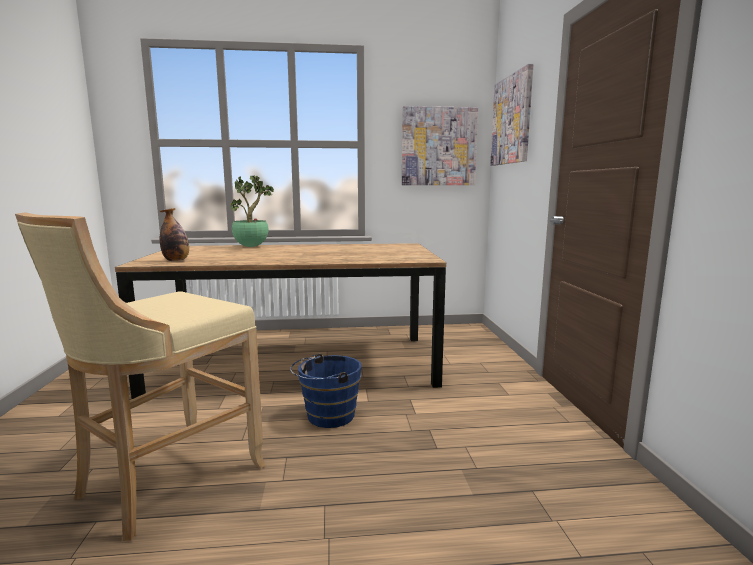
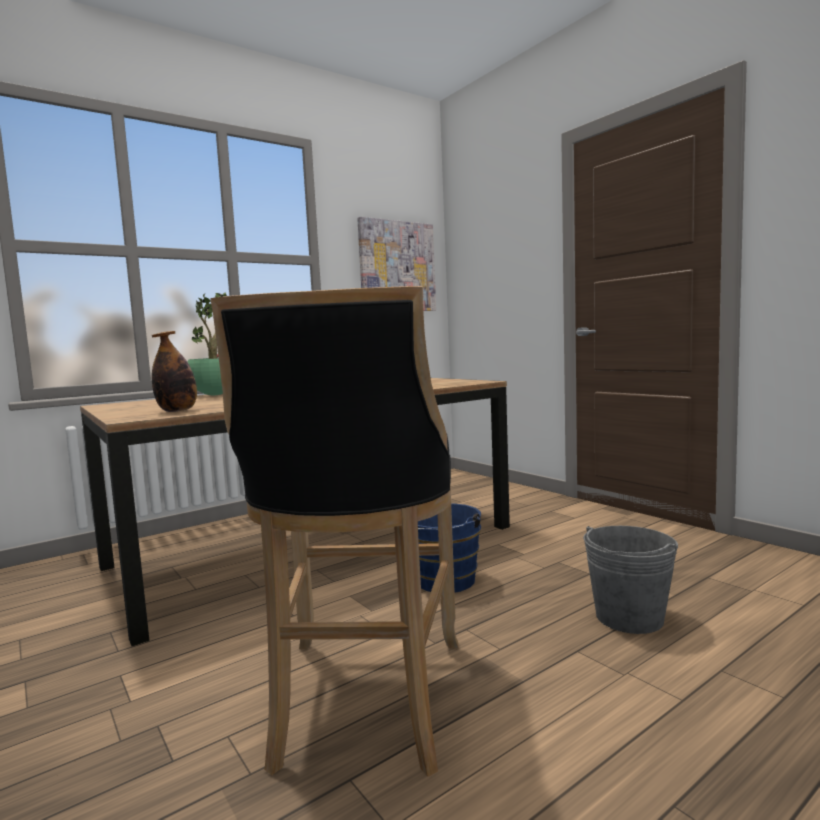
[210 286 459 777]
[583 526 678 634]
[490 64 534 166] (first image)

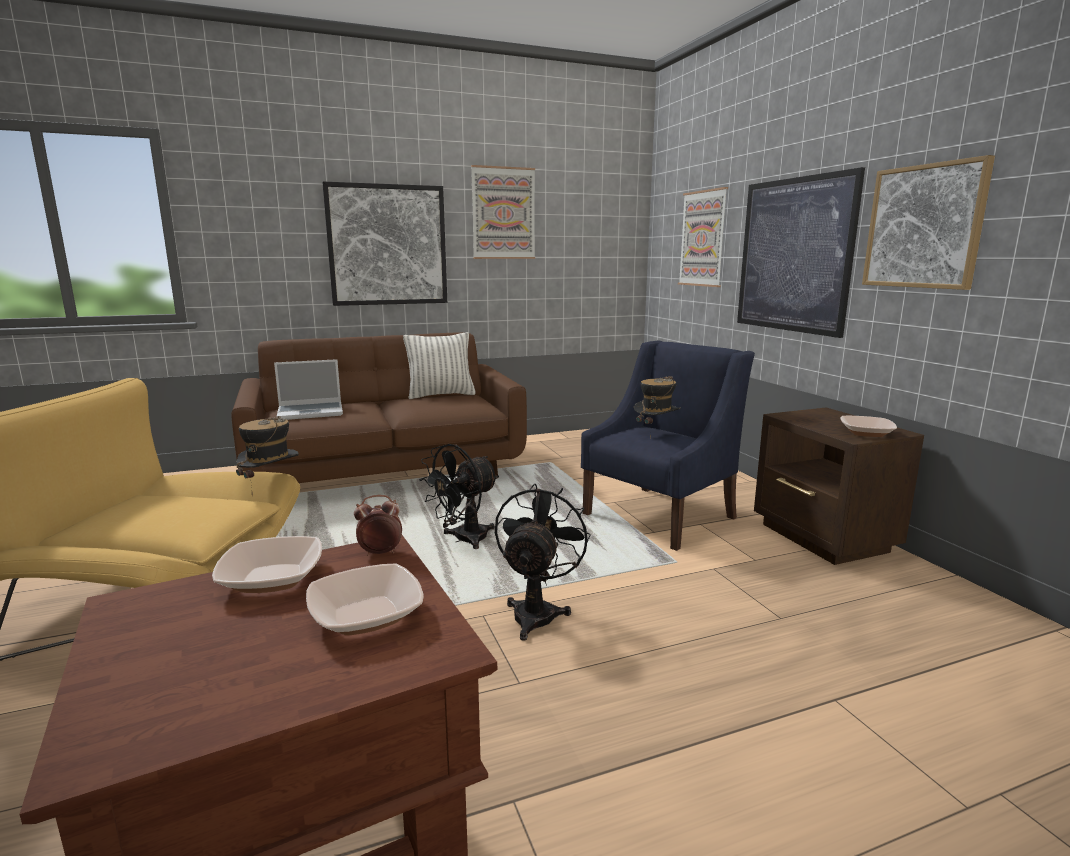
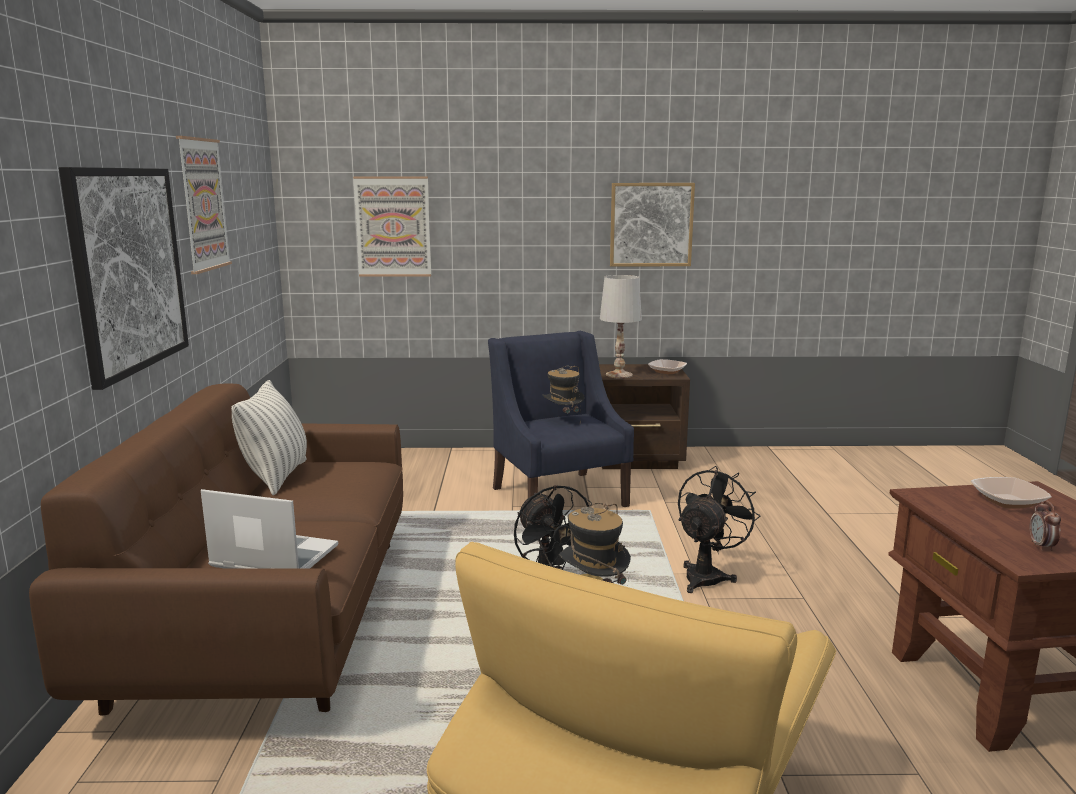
[201 489 338 569]
[600 275 642 379]
[678 466 760 593]
[1029 500 1061 551]
[212 536 322 593] (first image)
[737 167 865 338] (first image)

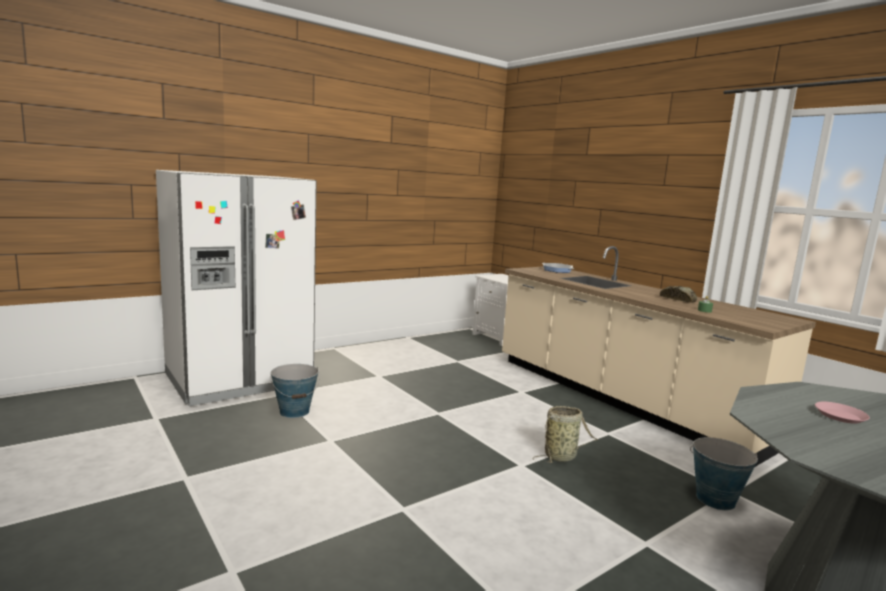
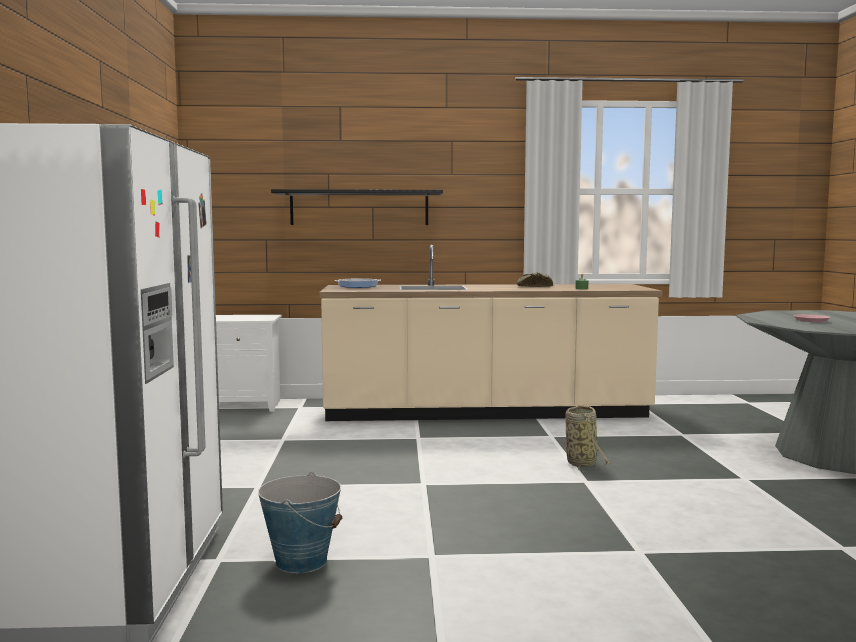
[271 189 443 225]
[690 437 758 510] (first image)

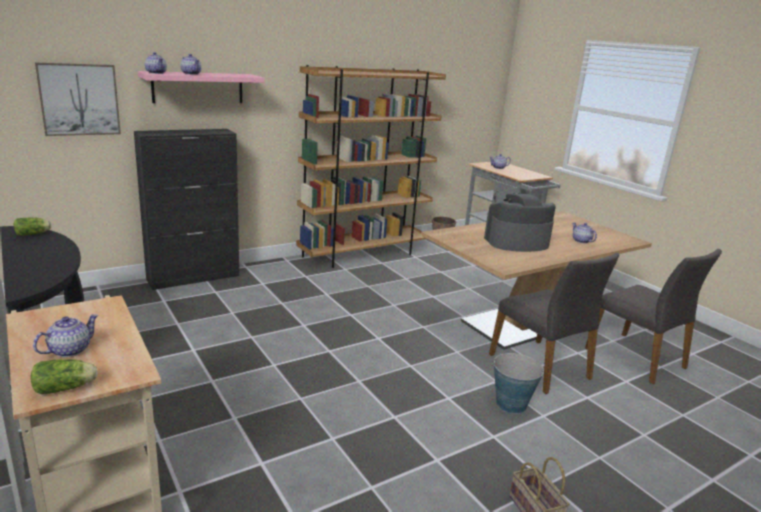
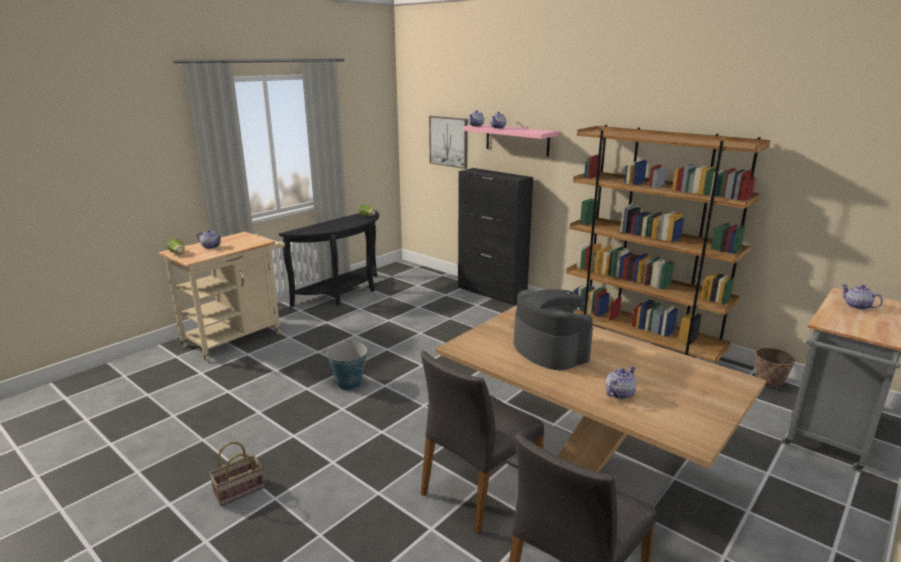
[327 340 368 390]

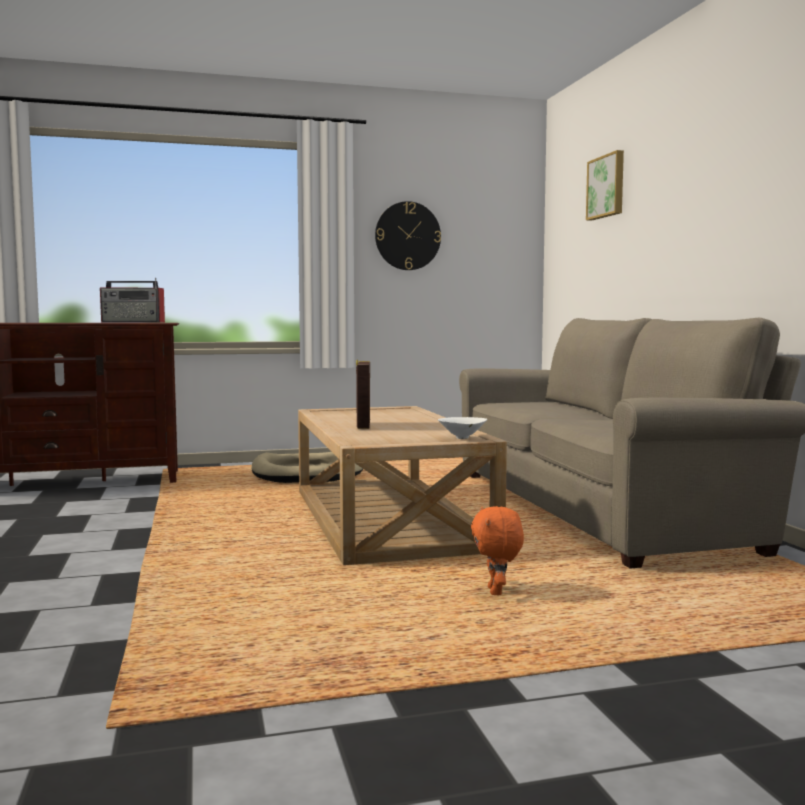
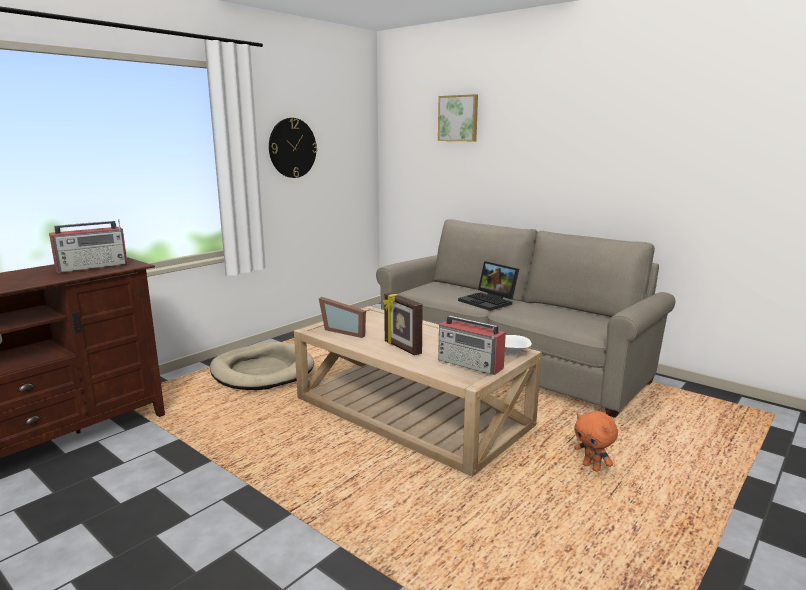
[319 297 366 338]
[438 316 506 375]
[458 261 519 311]

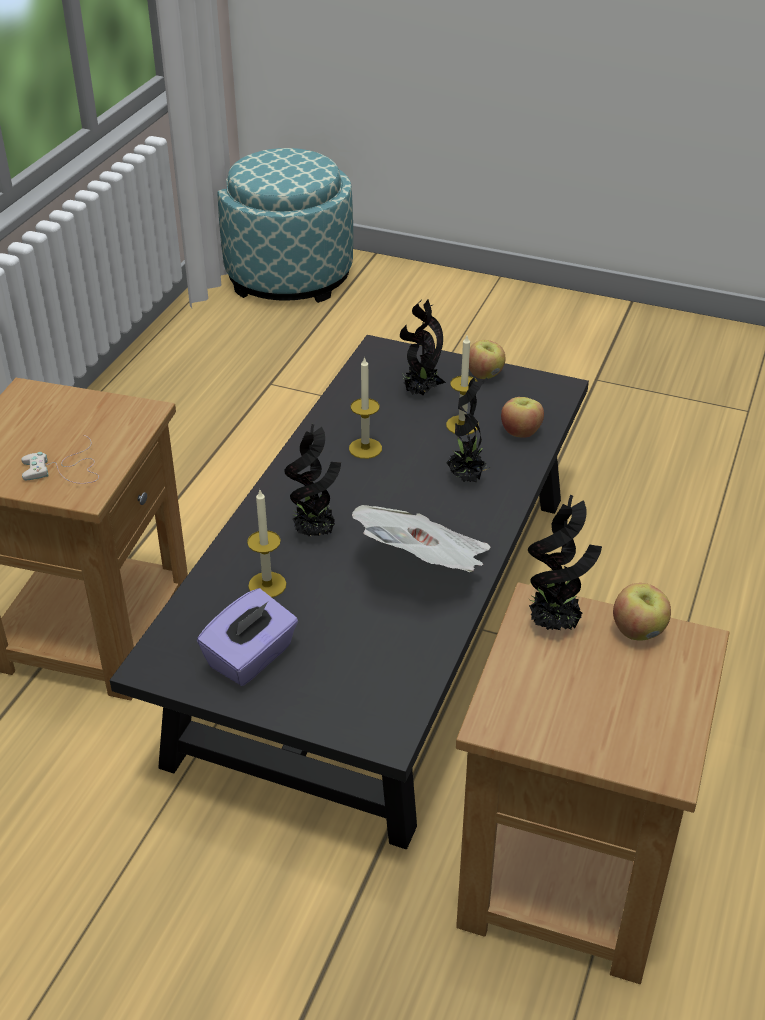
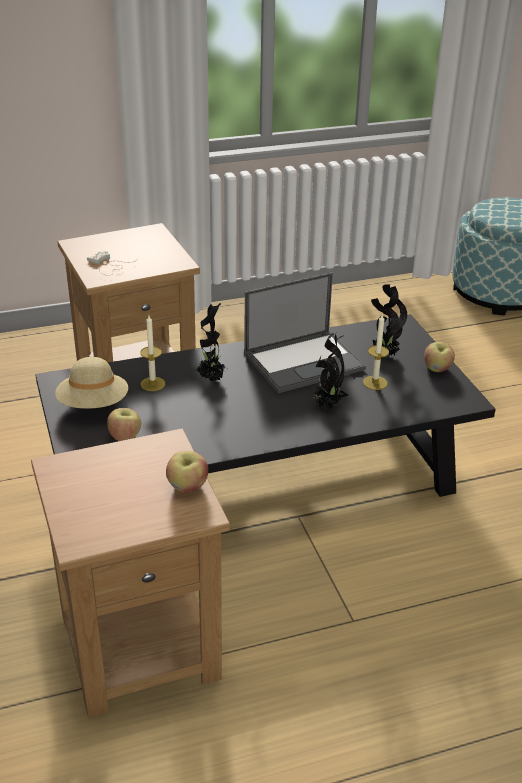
[55 357 128 409]
[107 408 141 441]
[244 273 366 393]
[352 505 491 572] (first image)
[528 494 602 630] (first image)

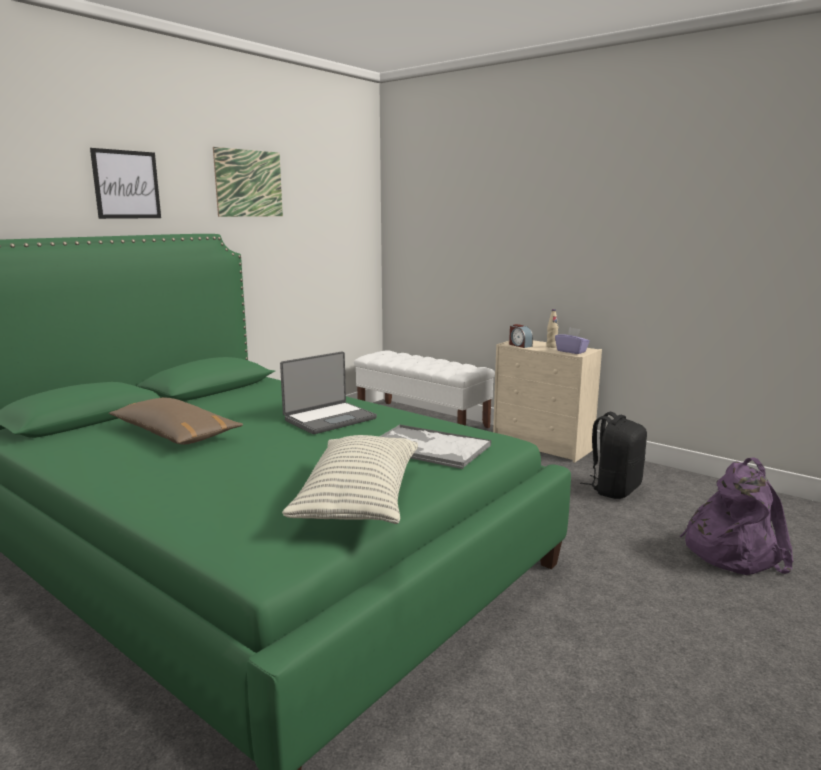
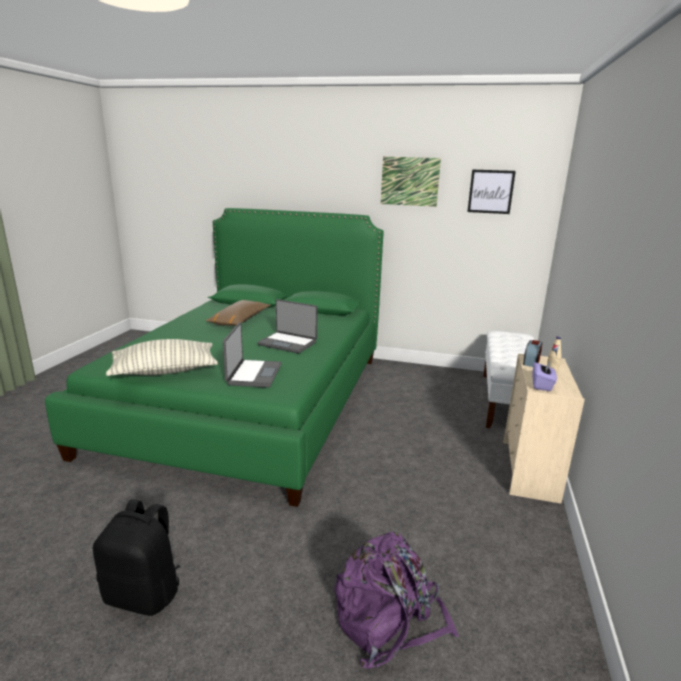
[93 499 180 616]
[223 322 282 388]
[467 170 516 214]

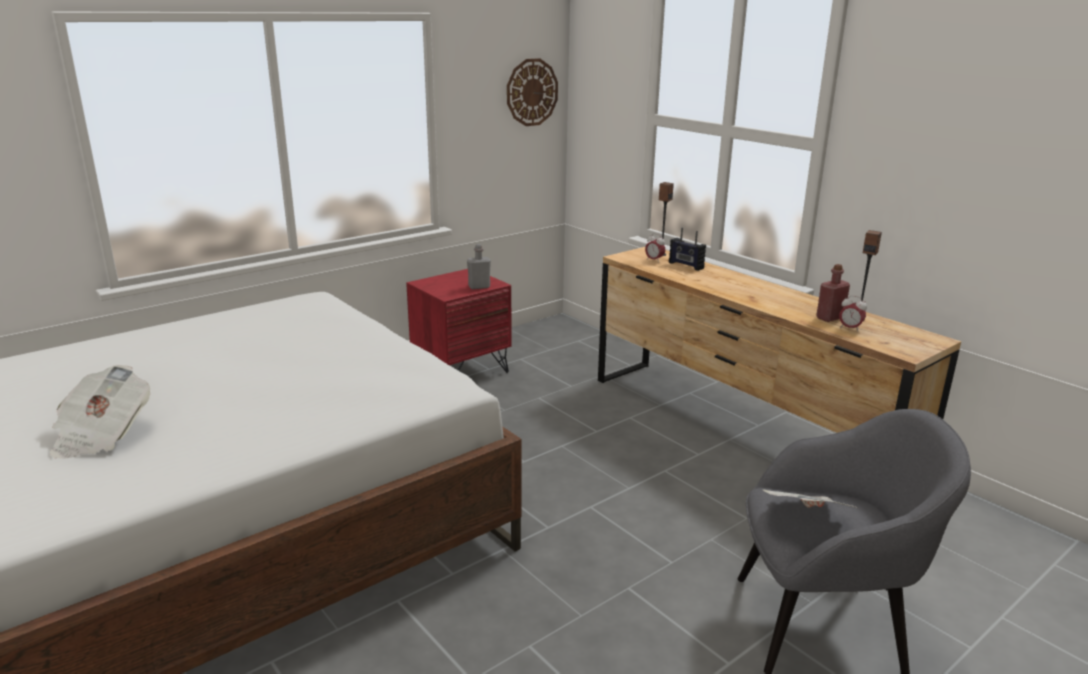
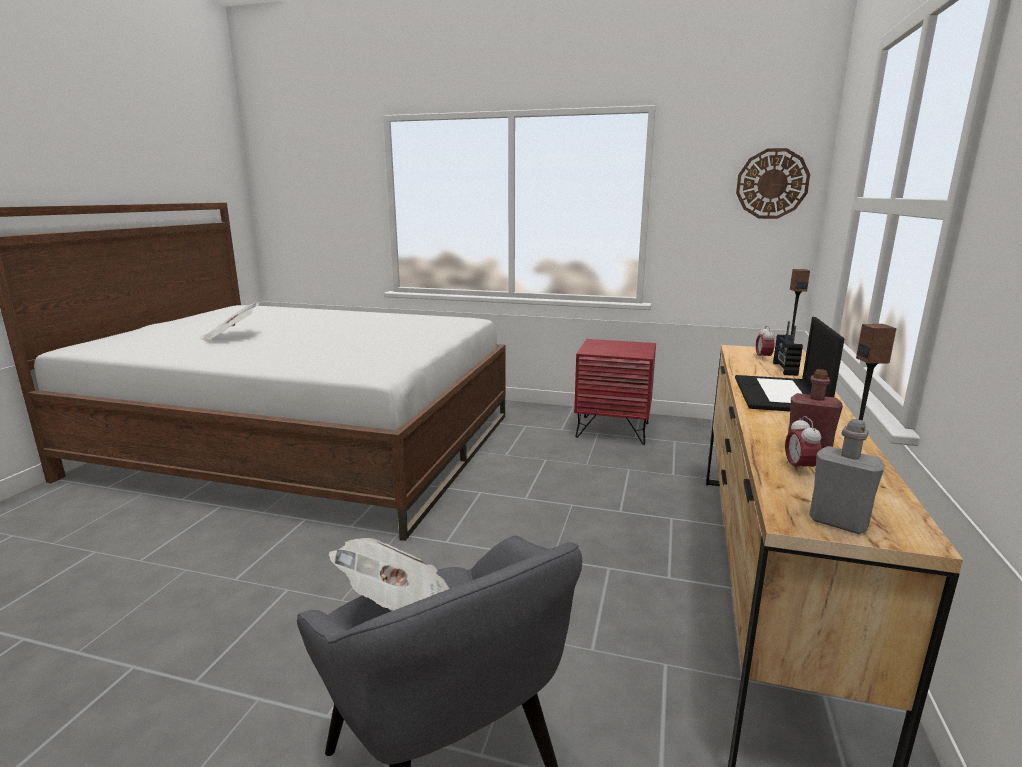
[735 317 844 412]
[809 419 885 534]

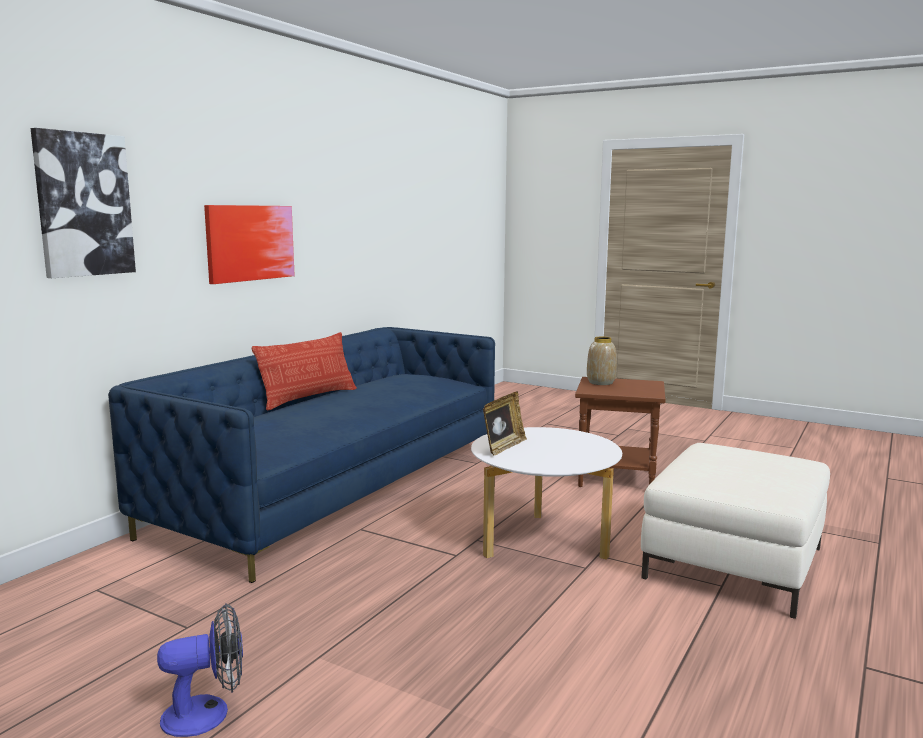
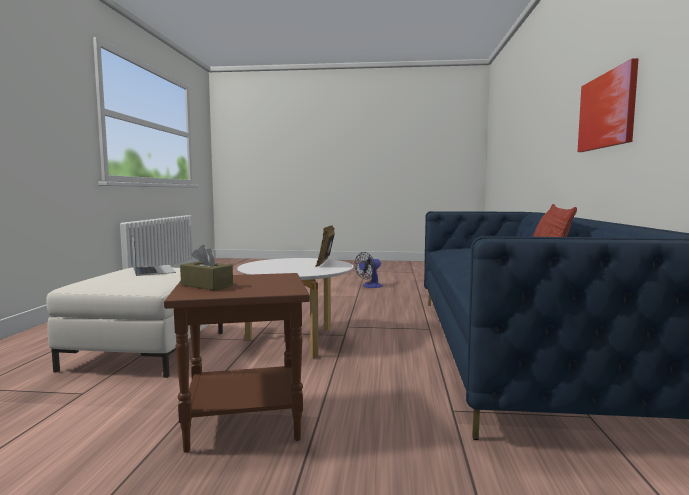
[132 237 176 276]
[180 245 233 290]
[30 128 136 278] (first image)
[587 337 617 385] (first image)

